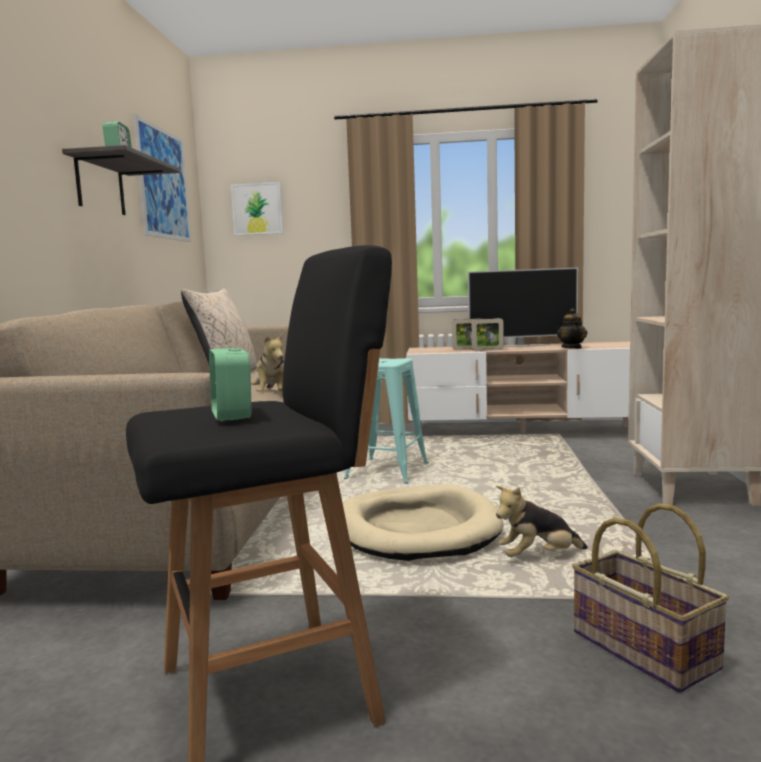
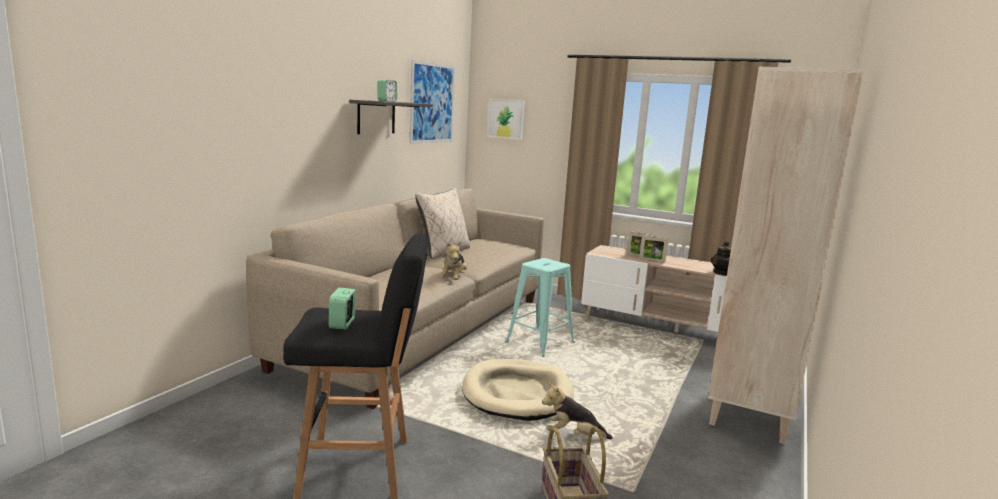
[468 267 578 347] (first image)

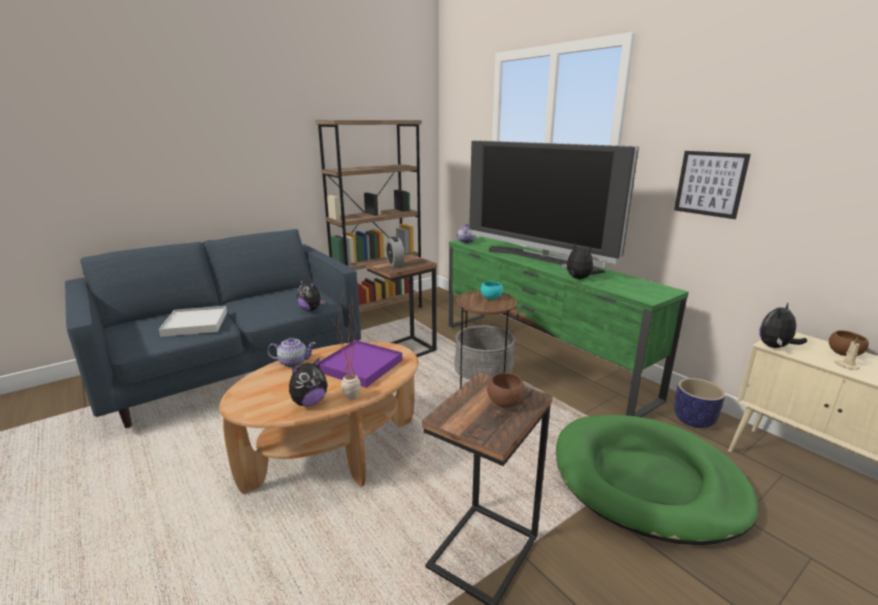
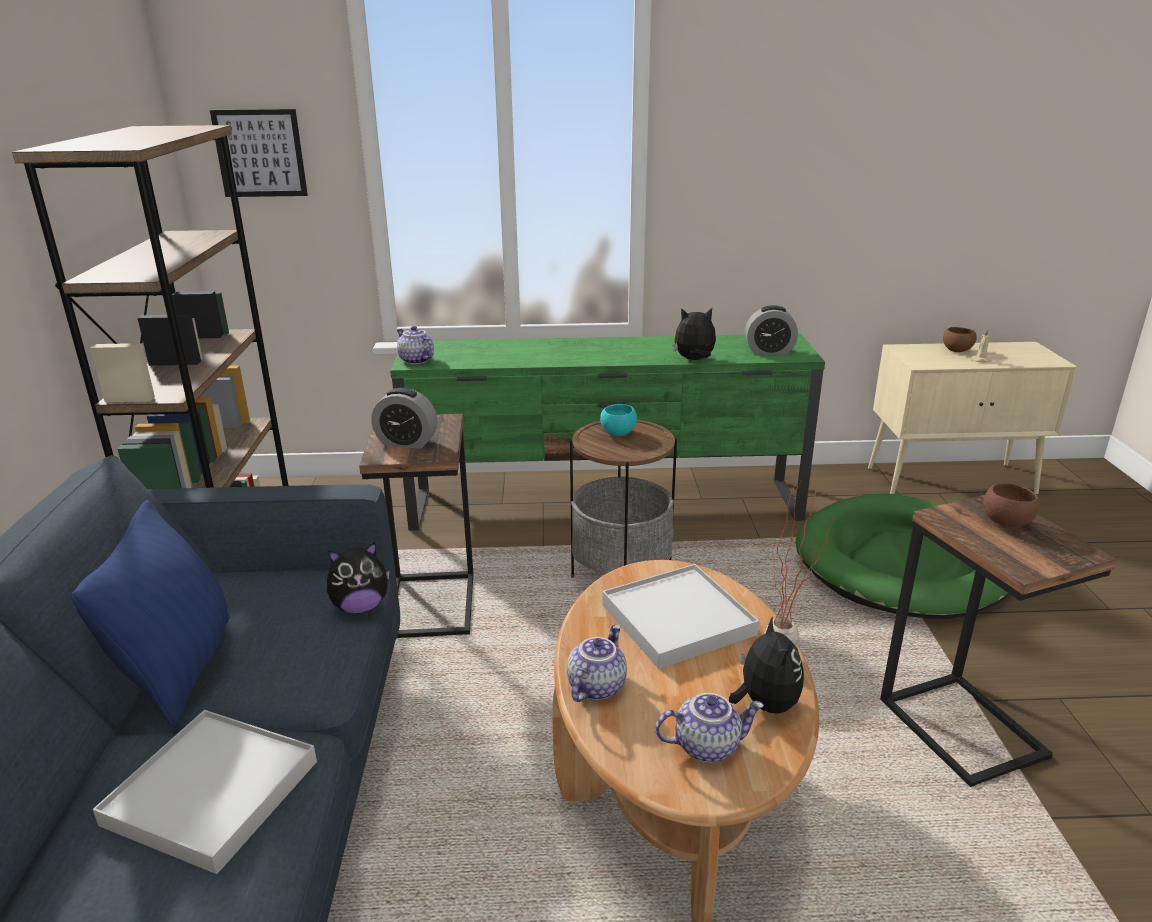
[71 500 230 727]
[210 109 308 197]
[602 564 759 669]
[655 693 764 763]
[745 305 798 354]
[469 141 639 275] (first image)
[674 378 725 428] (first image)
[759 302 807 348] (first image)

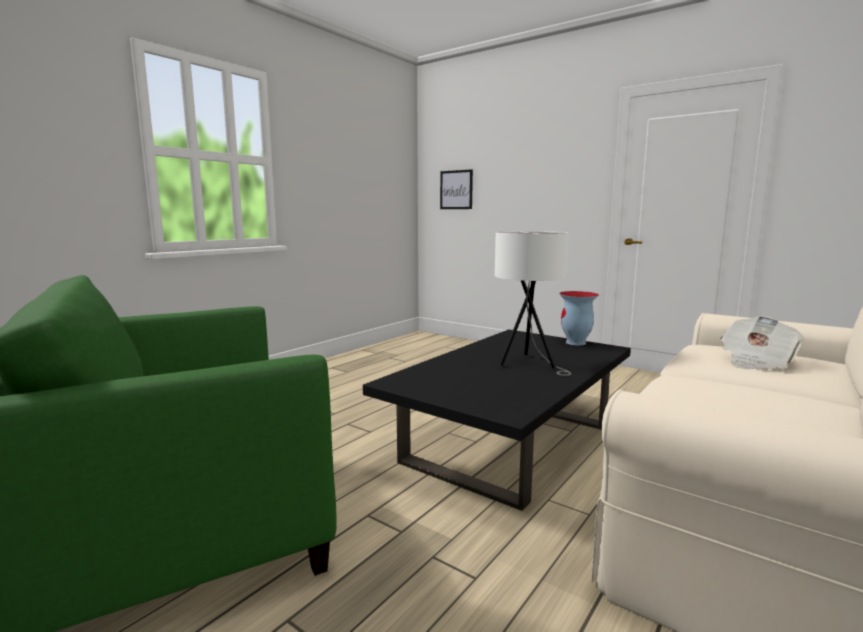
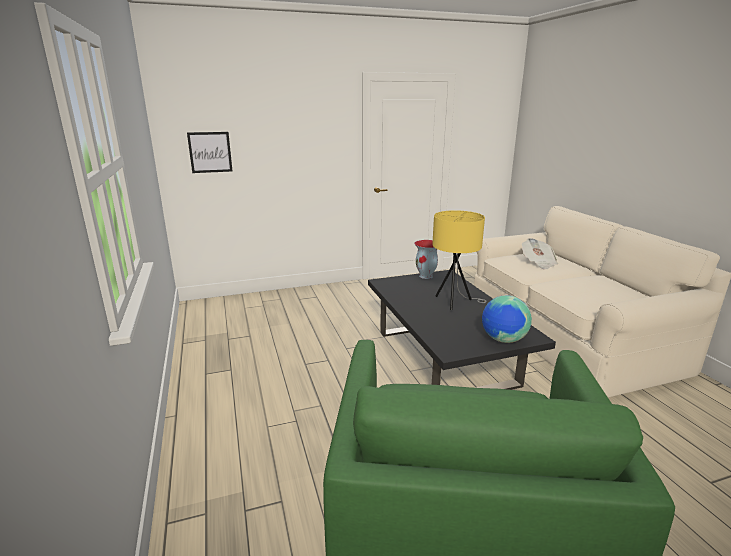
[432 210 487 310]
[482 295 532 343]

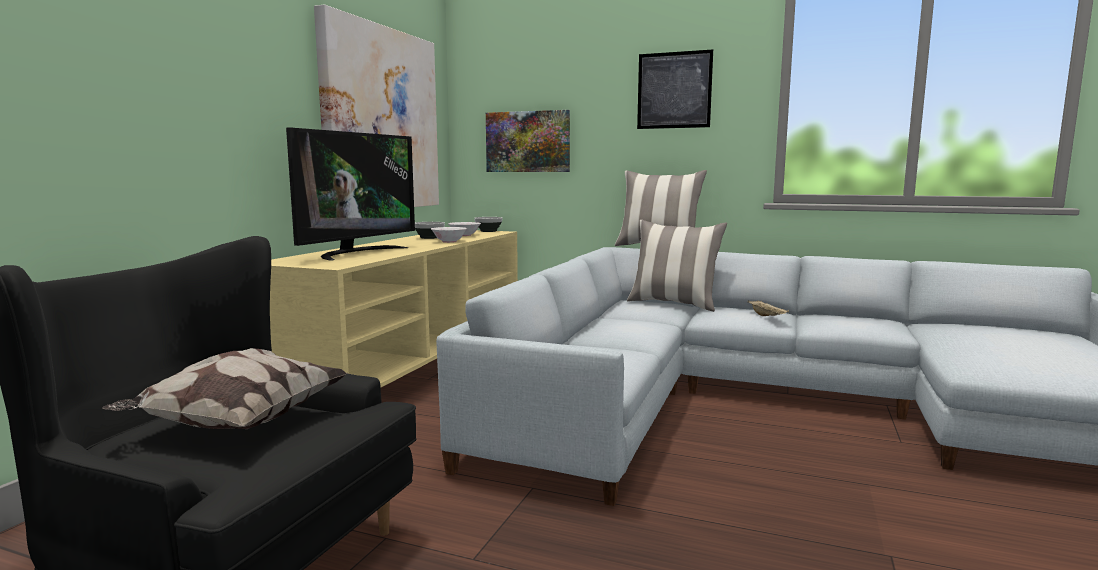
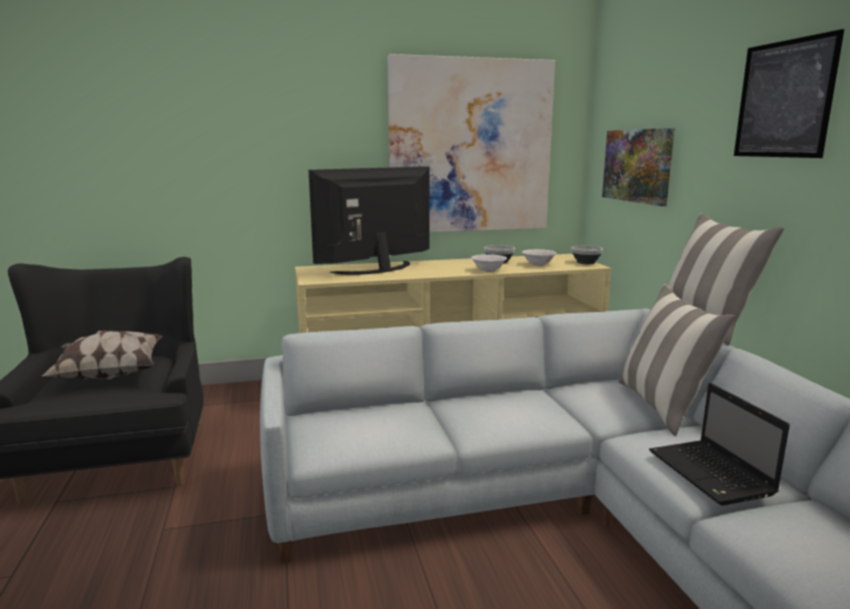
[309 166 430 275]
[649 383 790 506]

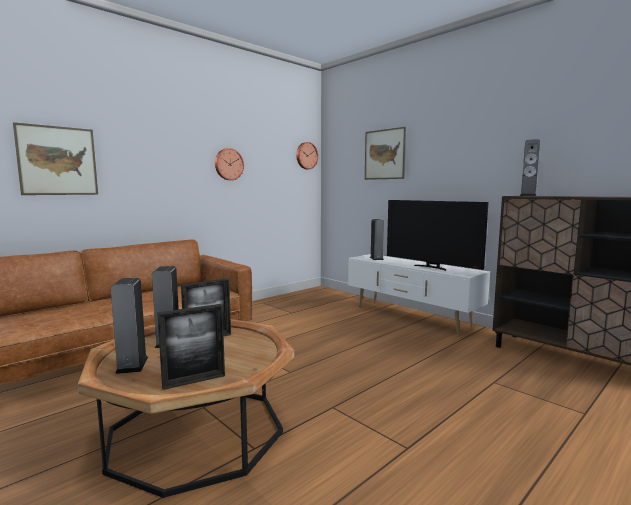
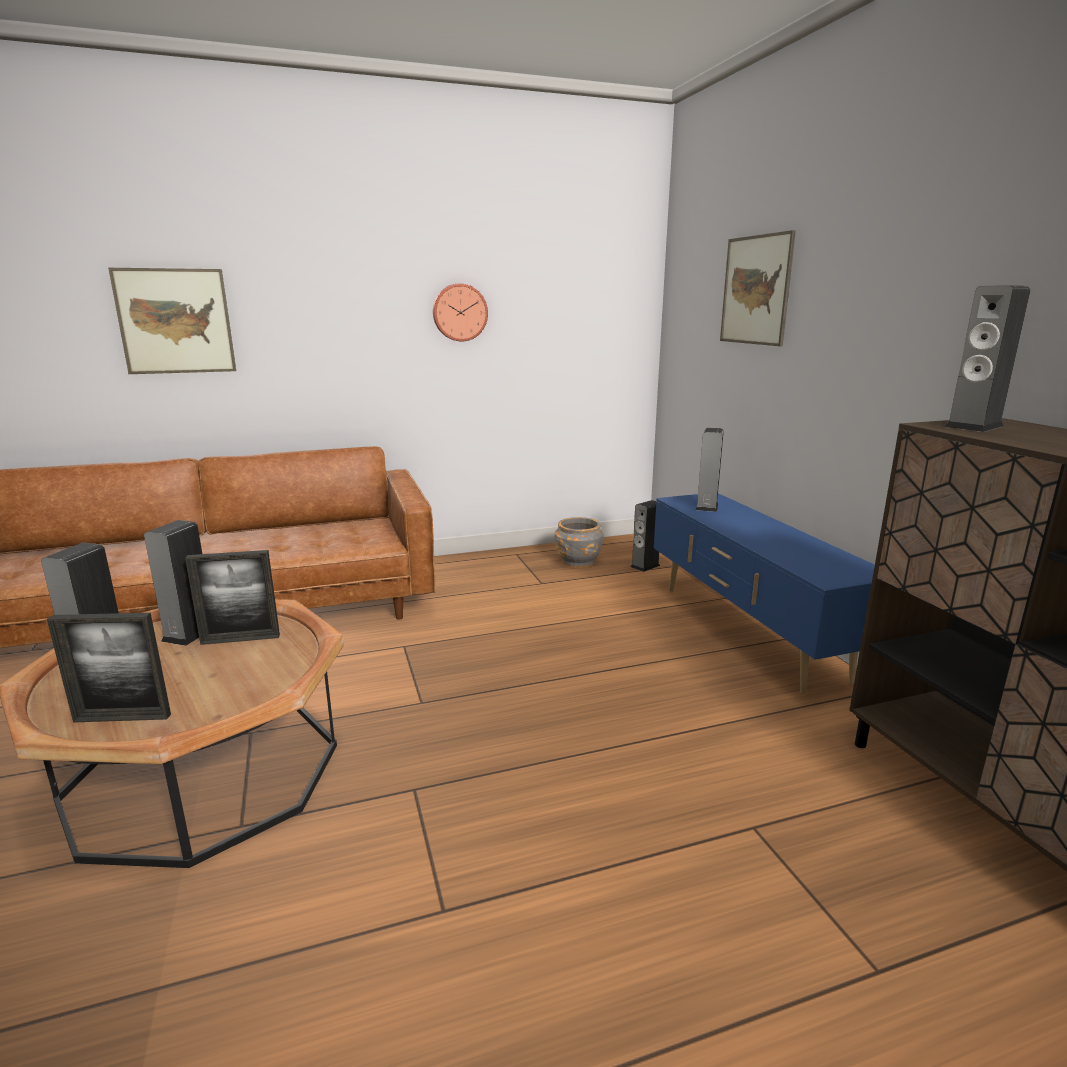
[555 517 604 568]
[630 500 660 572]
[654 493 875 694]
[296 142 318 169] (first image)
[387 200 489 271] (first image)

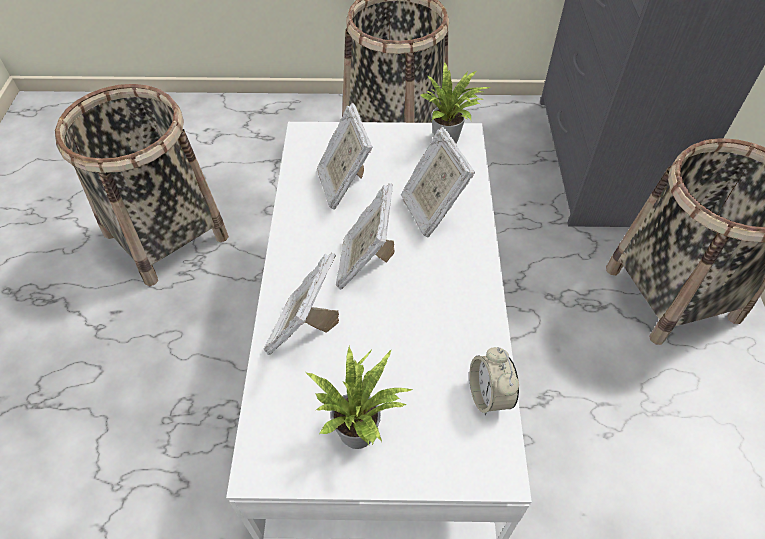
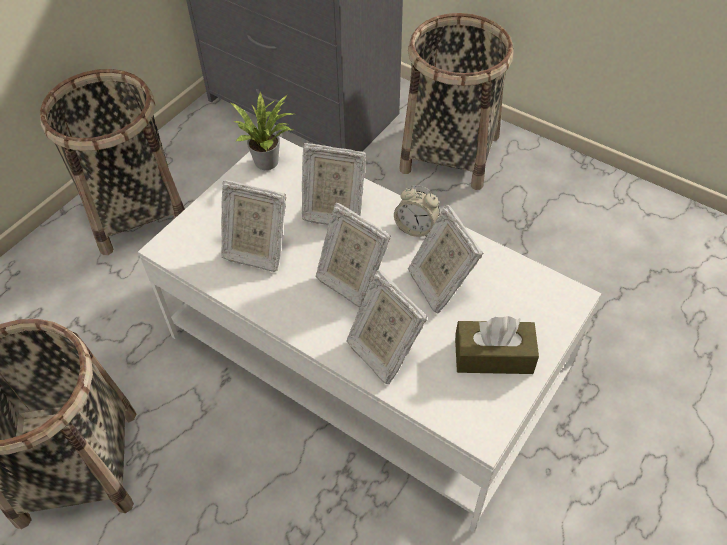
[394 185 440 237]
[408 205 483 313]
[455 316 539 374]

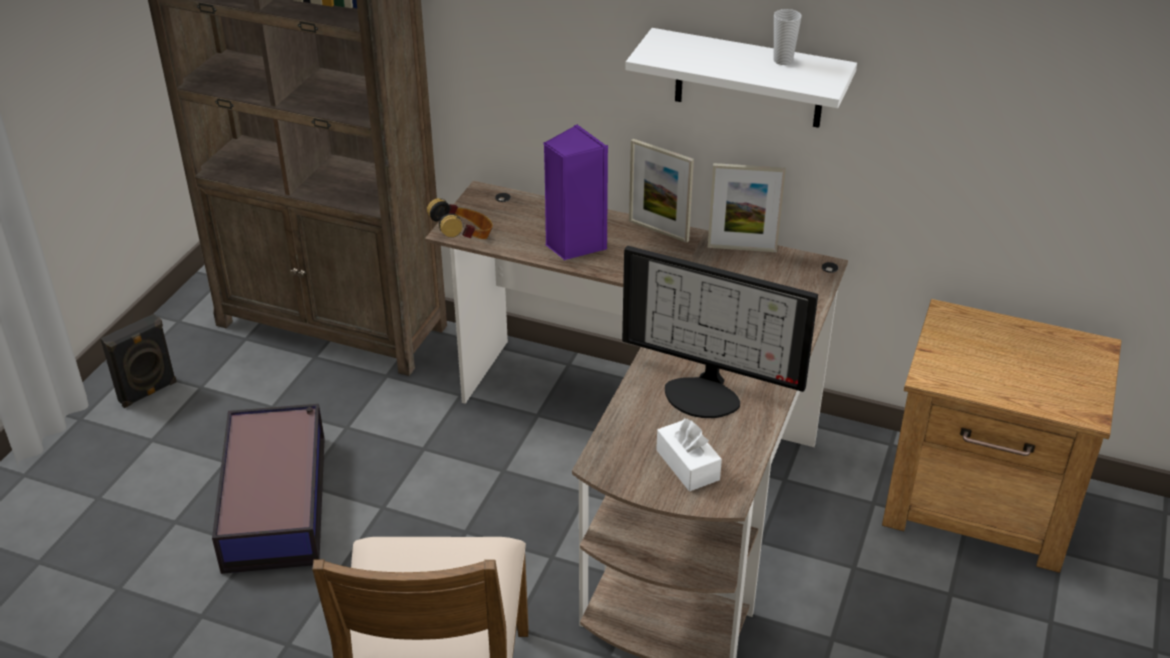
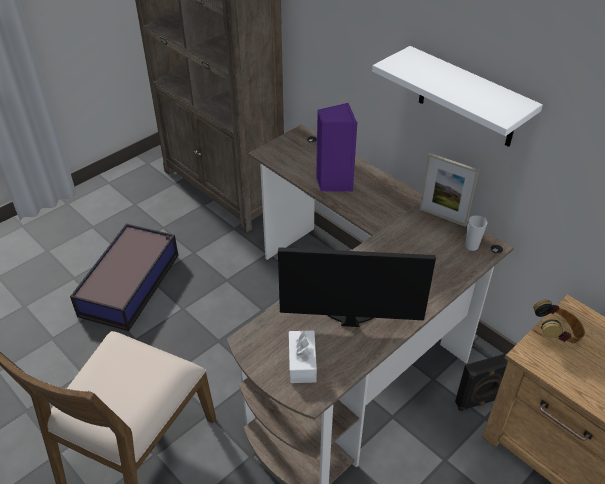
[278 247 436 327]
[455 354 508 411]
[465 215 488 251]
[533 300 585 343]
[629 139 694 243] (first image)

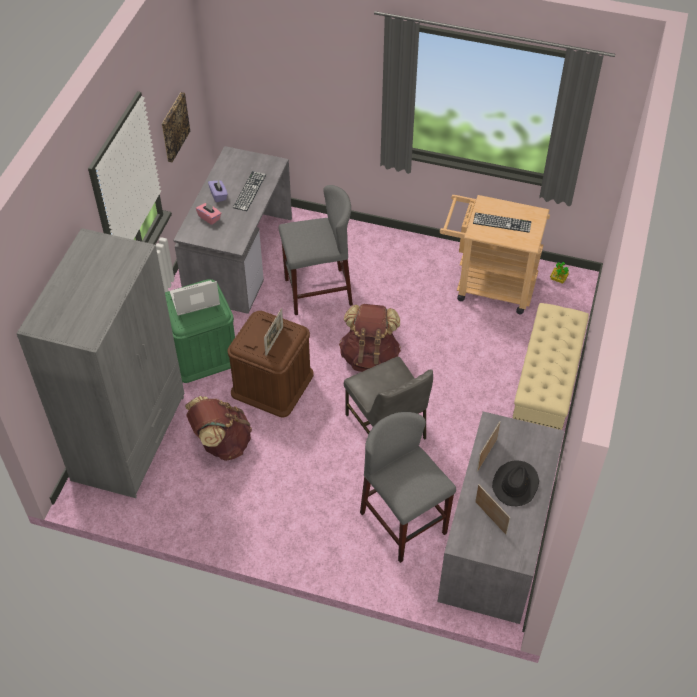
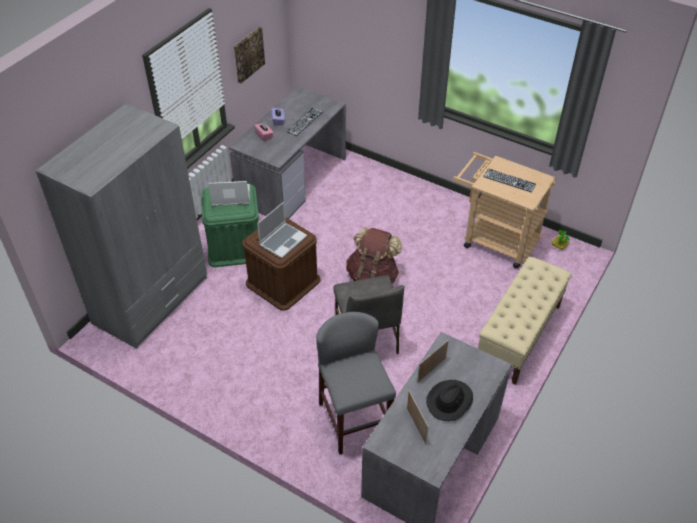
[257 202 307 258]
[185 396 252 461] (first image)
[279 185 353 315] (first image)

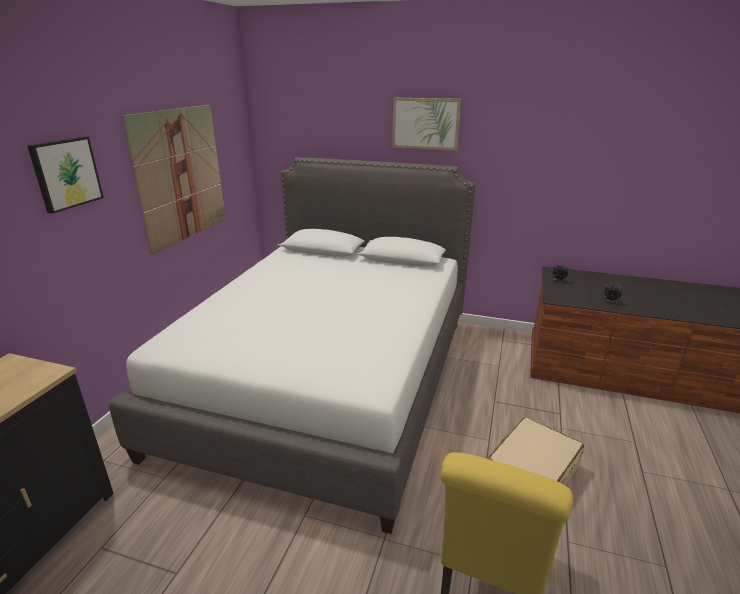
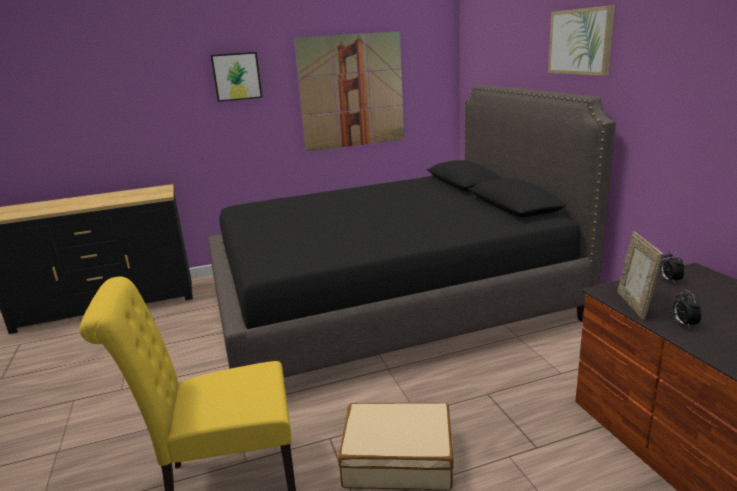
[208 85 616 378]
[617 232 664 320]

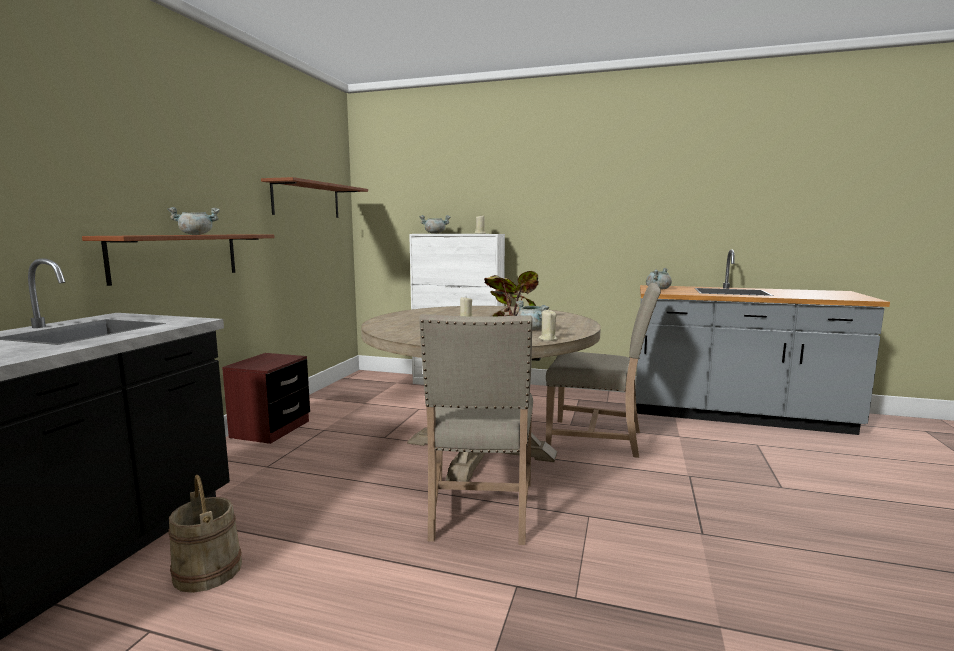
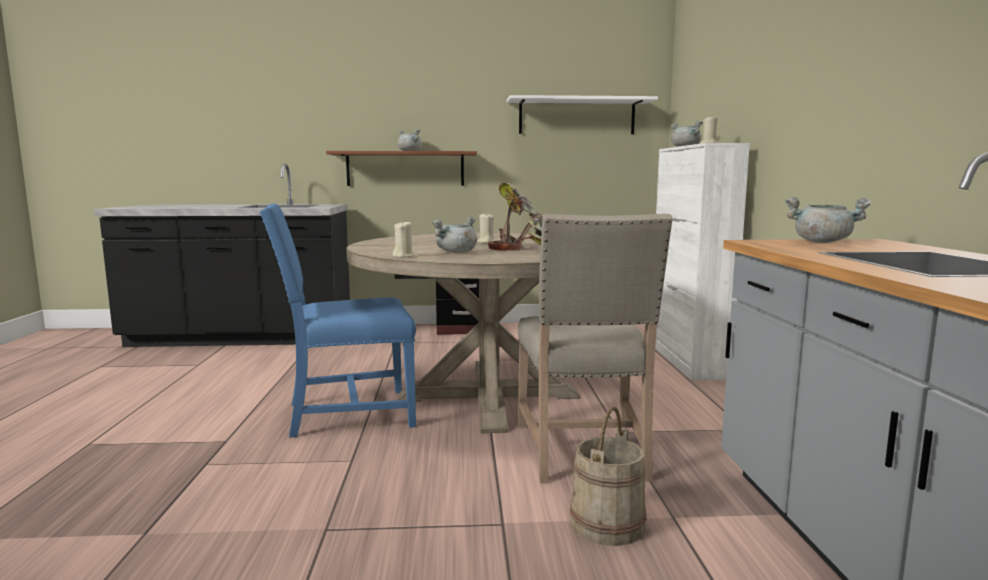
[260 203 416 438]
[507 95 658 134]
[570 406 647 546]

